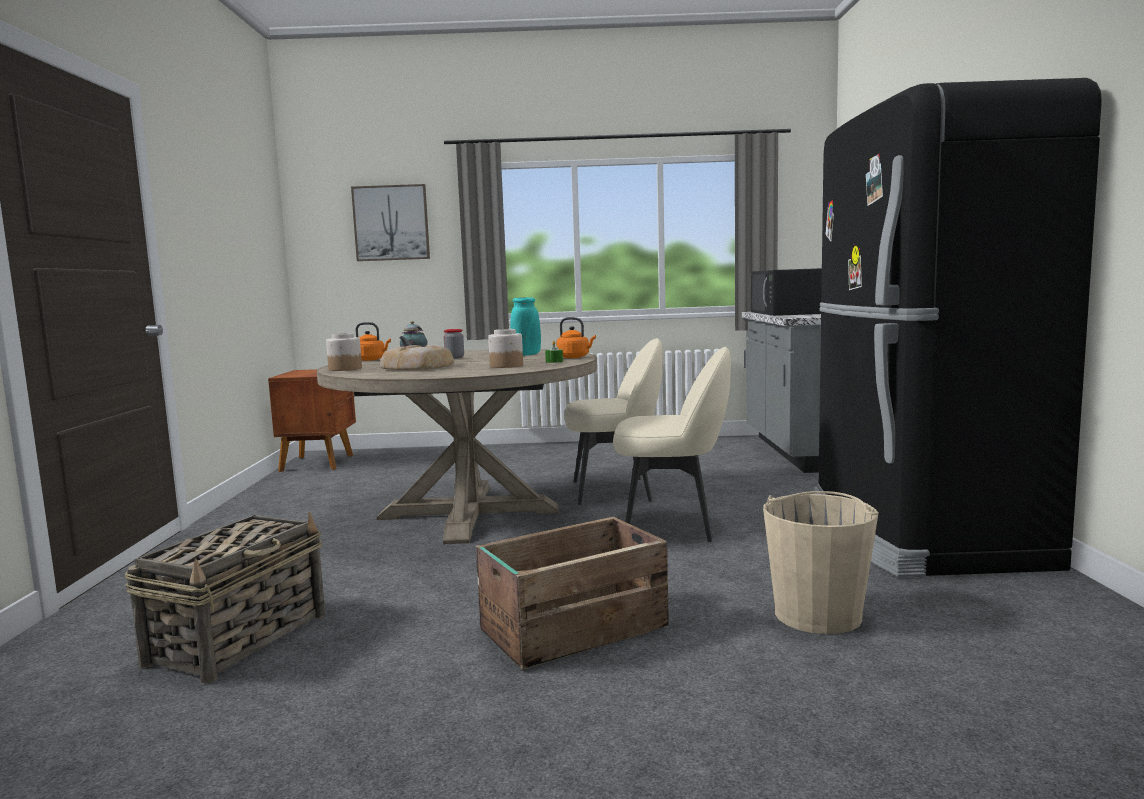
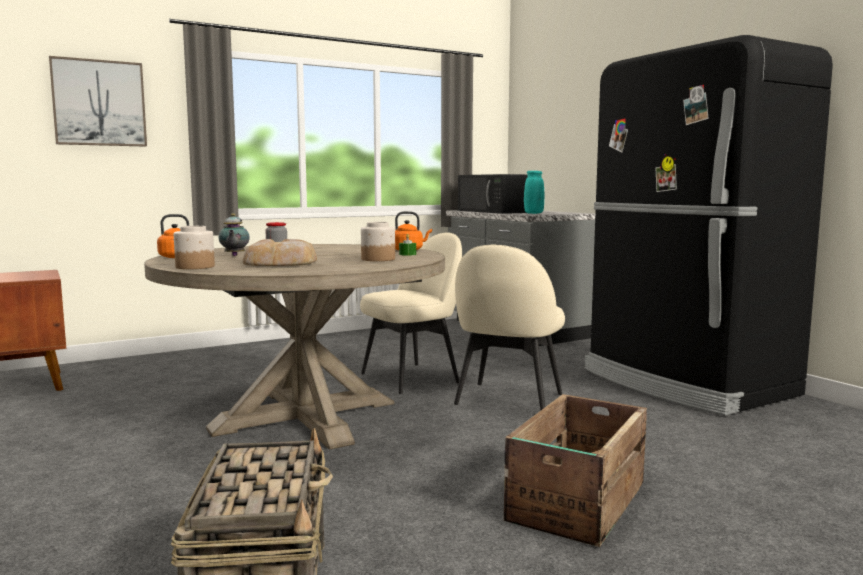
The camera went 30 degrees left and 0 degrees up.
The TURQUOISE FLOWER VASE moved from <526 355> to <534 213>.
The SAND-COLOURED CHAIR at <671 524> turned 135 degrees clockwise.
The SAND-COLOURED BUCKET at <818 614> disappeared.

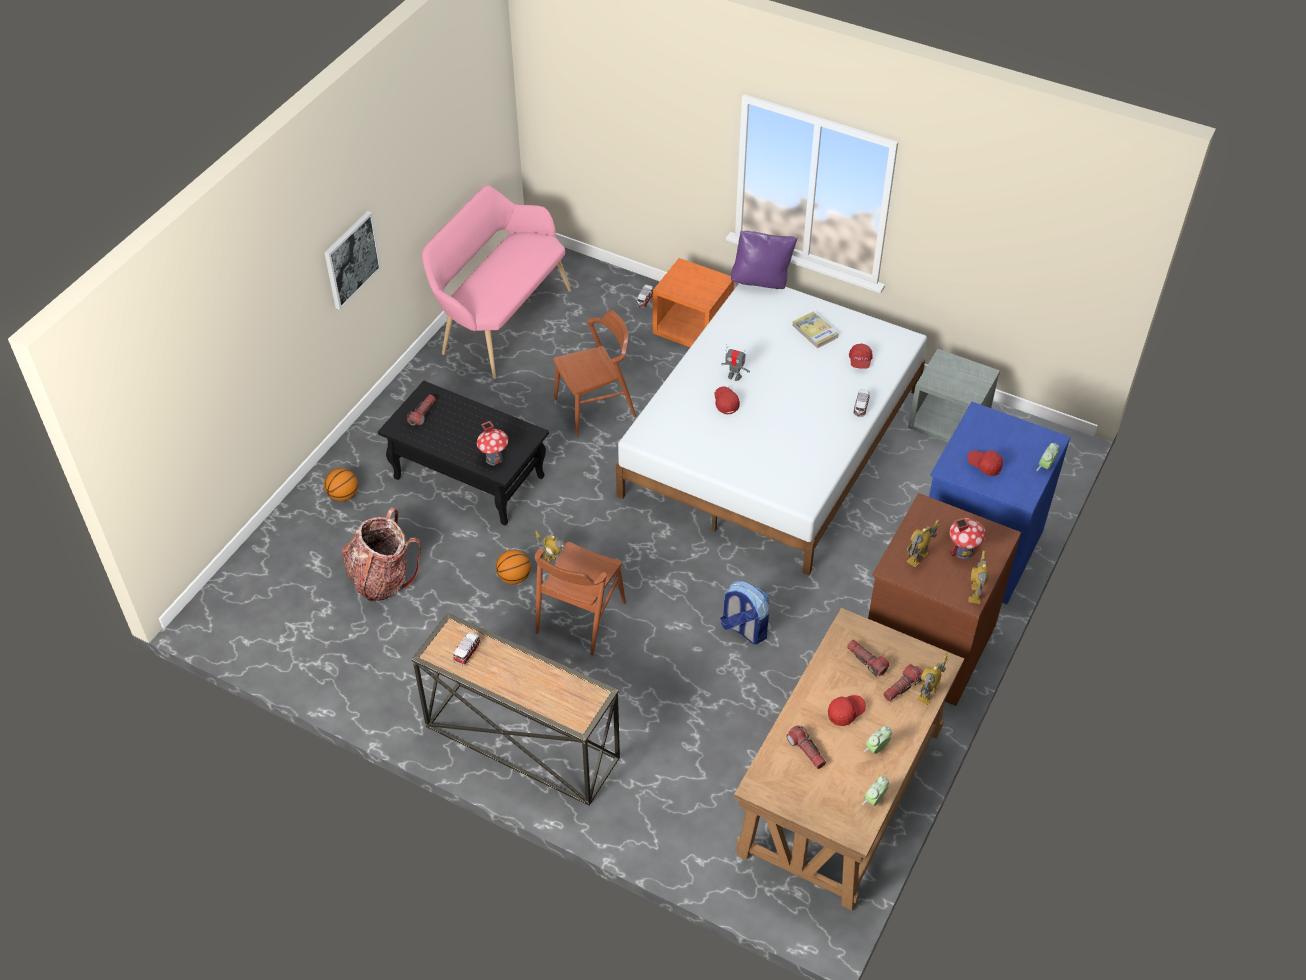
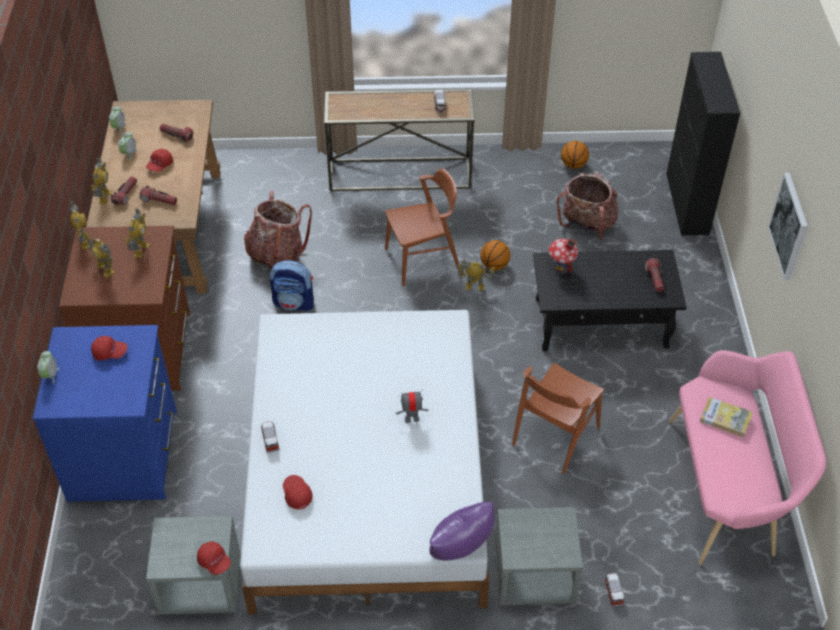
The camera went 150 degrees right and 0 degrees up.
The BASKETBALL moved from <343 495> to <573 165>.
The BROWN-COLOURED CHAIR at <580 617> turned 75 degrees clockwise.
The ORANGE NIGHTSTAND at <693 330> became the GRAY NIGHTSTAND at <533 577>.
The REDDISH PEAKED CAP moved from <726 403> to <214 561>.
The VOLUME moved from <815 331> to <725 418>.
The MINIATURE HOUSE at <963 551> was replaced by the ROBOT FIGURE at <105 270>.
The KNAPSACK at <277 255> appeared.
The BLACKISH CUPBOARD at <687 204> appeared.

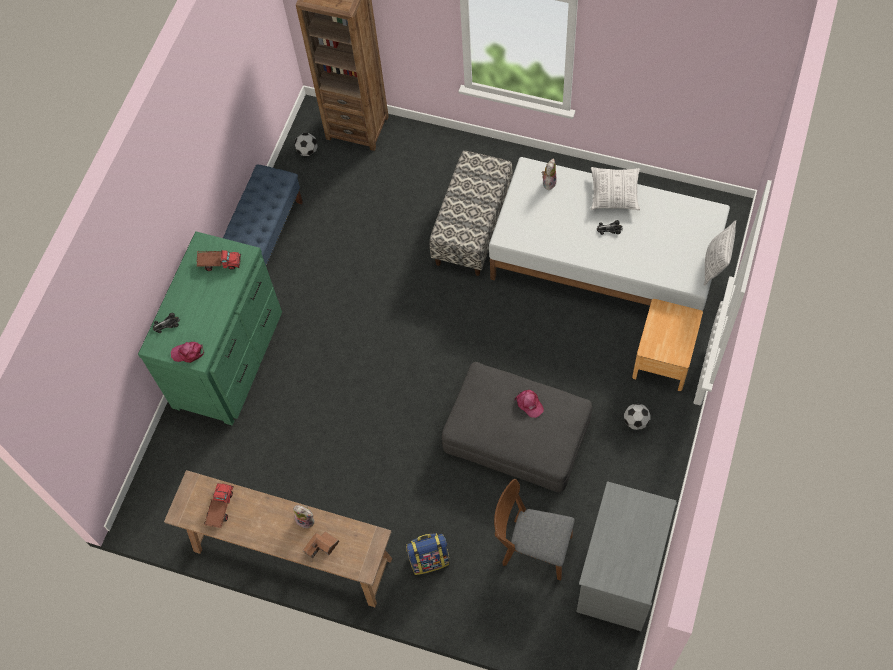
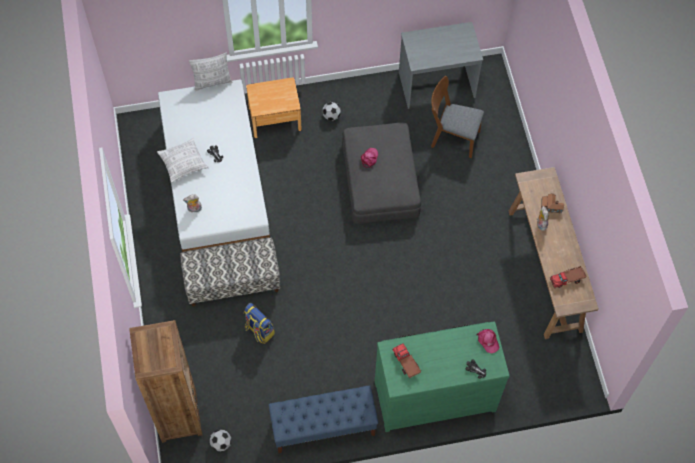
The camera went 125 degrees left and 0 degrees up.
The KNAPSACK moved from <429 559> to <259 330>.
The BROWN-COLOURED CHAIR at <531 548> turned 120 degrees clockwise.

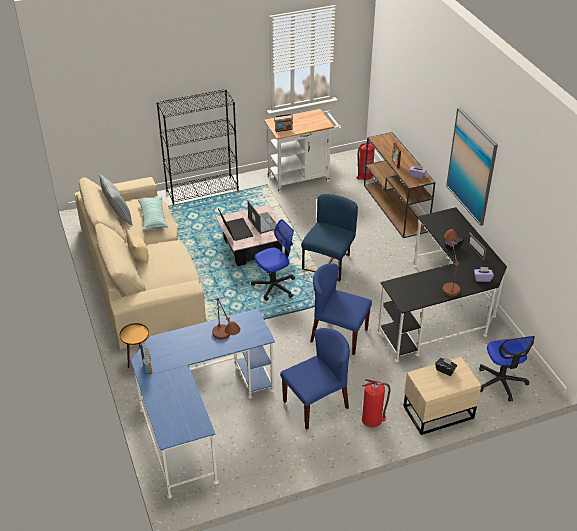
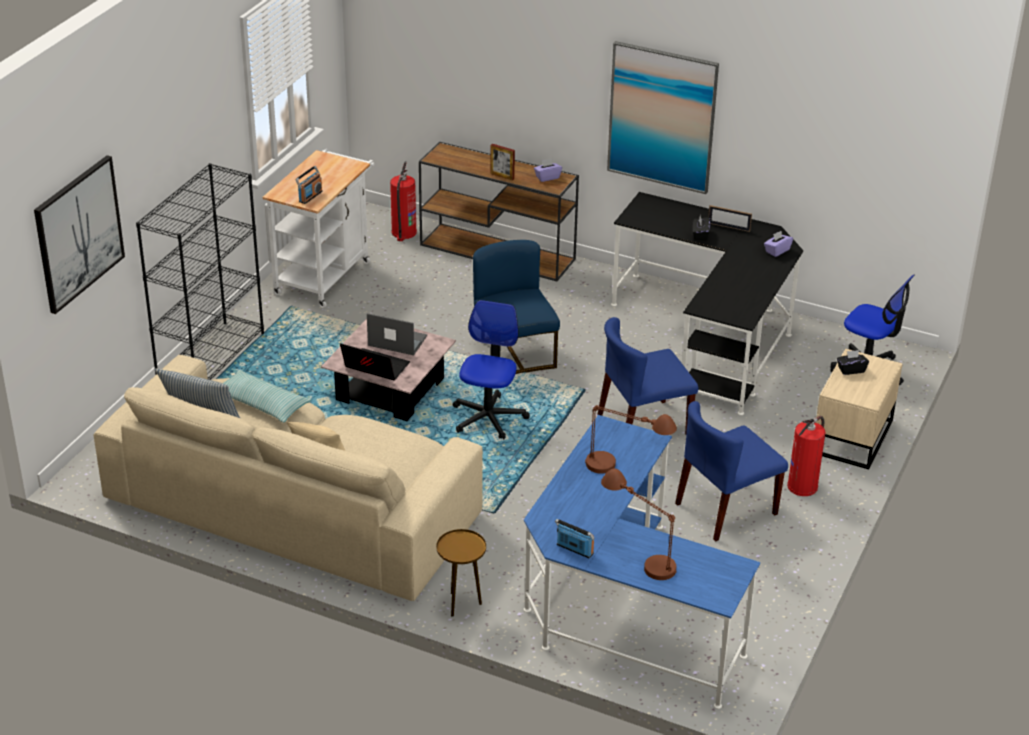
The camera went 45 degrees left and 5 degrees down.
The BLUISH CHAIR at <316 404> turned 135 degrees counterclockwise.
The BROWN-COLOURED TABLE LAMP moved from <449 280> to <638 555>.
The PICTURE at <78 233> appeared.

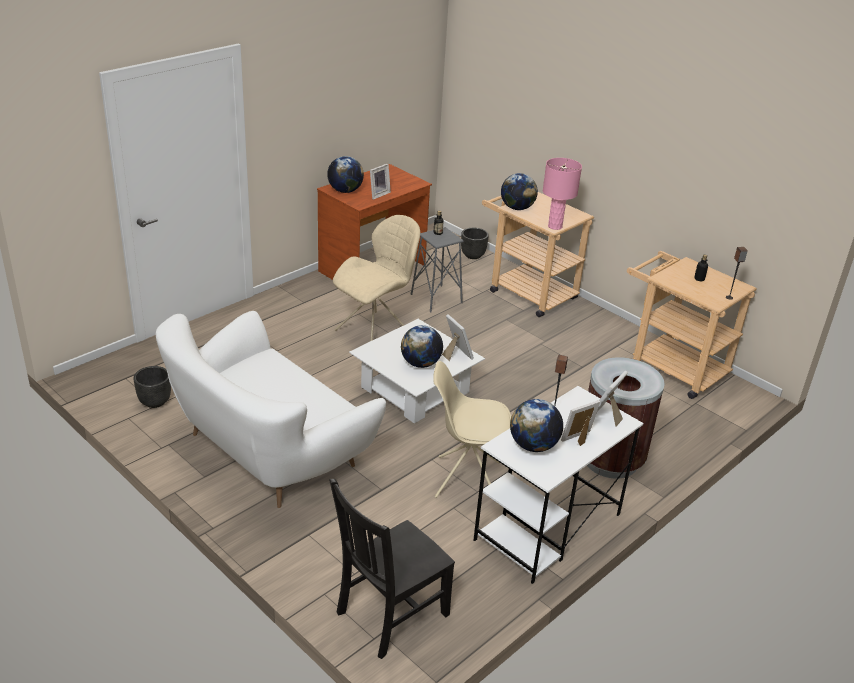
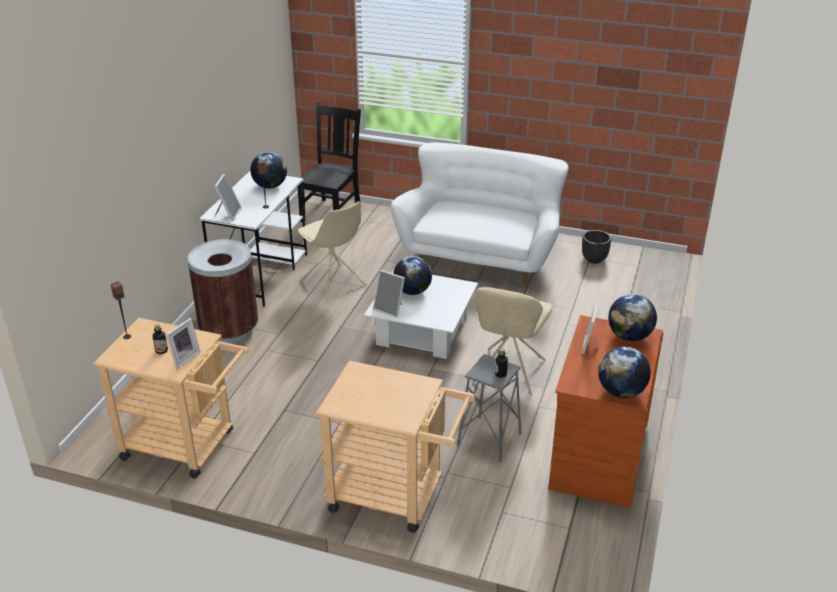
The camera went 155 degrees right and 0 degrees up.
The SAND-COLOURED CHAIR at <466 479> turned 75 degrees clockwise.
The BLACKISH FLOWER POT at <473 255> disappeared.
The WORLD GLOBE moved from <517 208> to <621 392>.
The PINKISH TABLE LAMP at <555 226> disappeared.
The PICTURE FRAME moved from <579 439> to <184 358>.

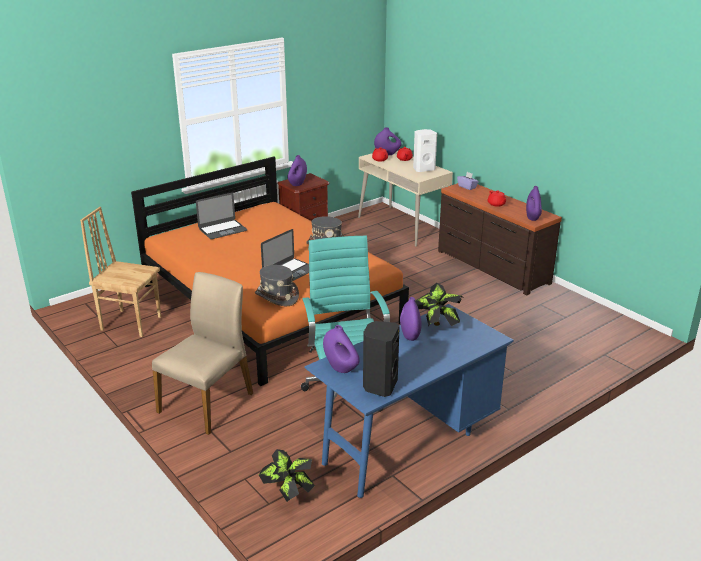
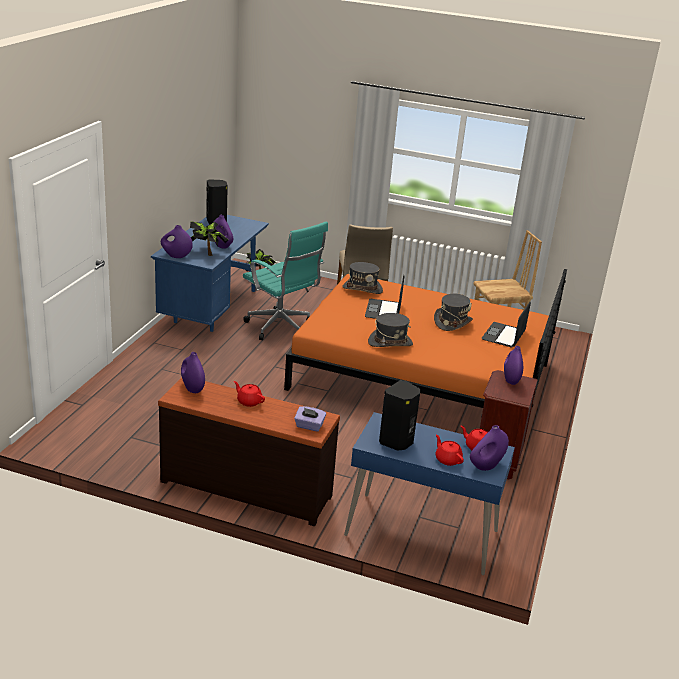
The camera went 145 degrees right and 0 degrees up.
The PURPLE FLOWER VASE moved from <341 368> to <176 256>.
The SAND-COLOURED DESK UNIT at <402 226> became the BLUISH DESK UNIT at <421 533>.
The WHITE-COLOURED LOUDSPEAKER at <423 169> became the BLACKISH LOUDSPEAKER at <397 442>.
The GRAY WEARABLE HAT at <452 322> appeared.

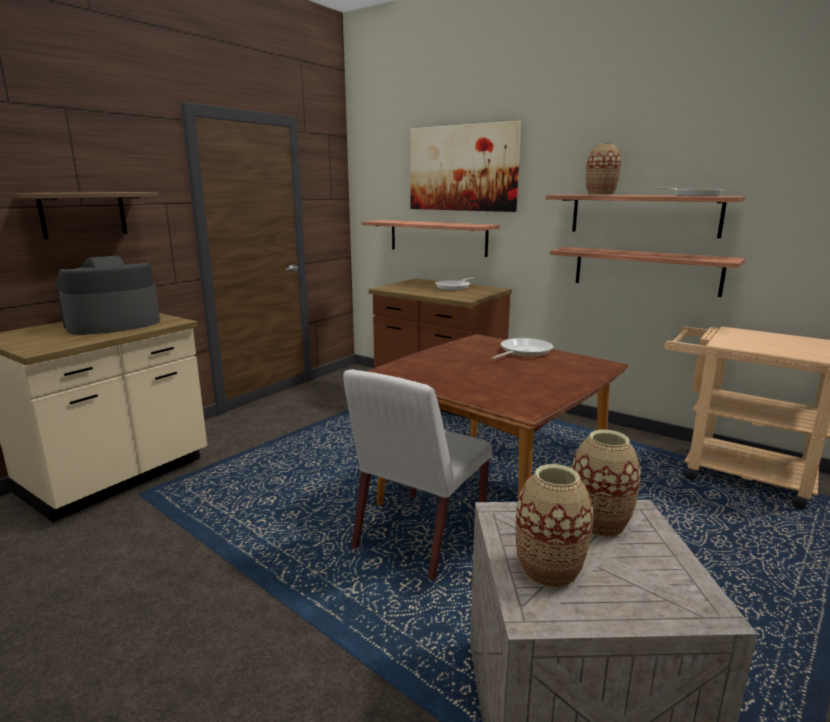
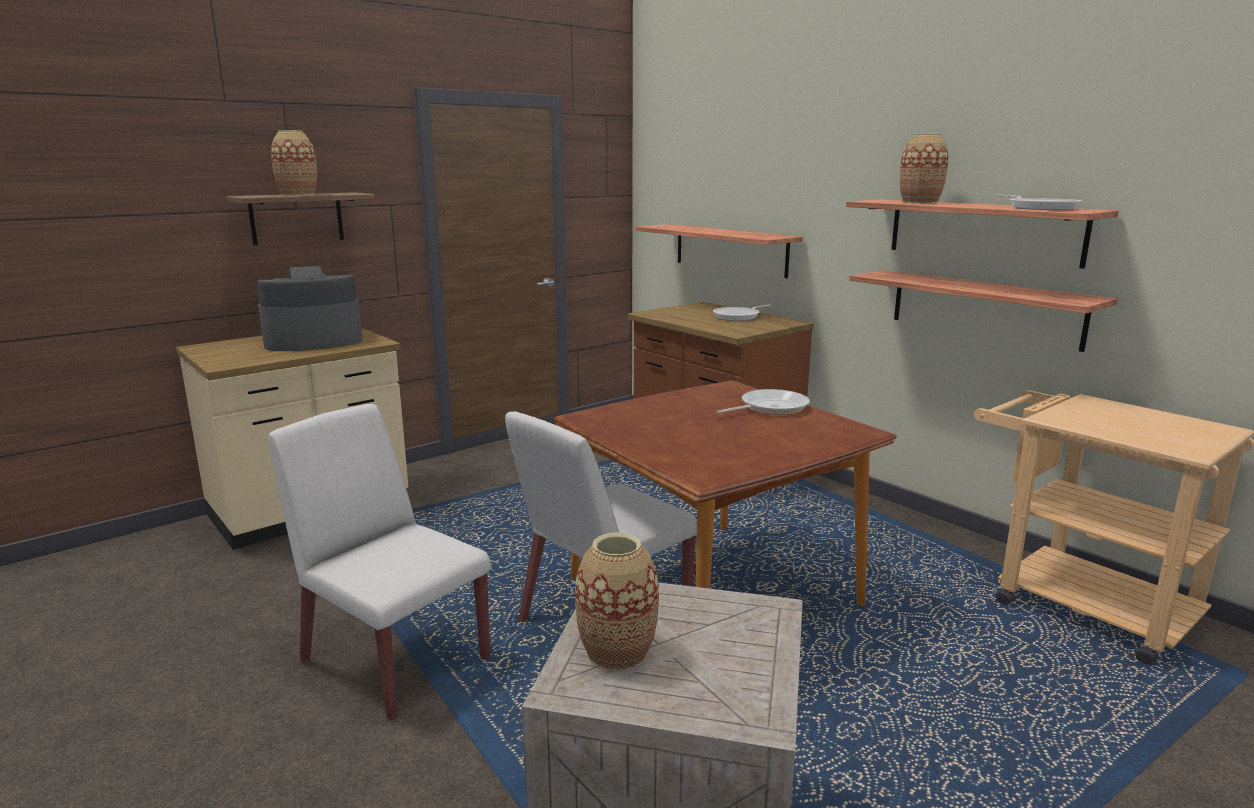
The camera went 15 degrees right and 0 degrees up.
The PICTURE at <462 168> disappeared.
The FLOWER VASE moved from <599 523> to <298 194>.
The WHITE-COLOURED CHAIR at <393 659> appeared.

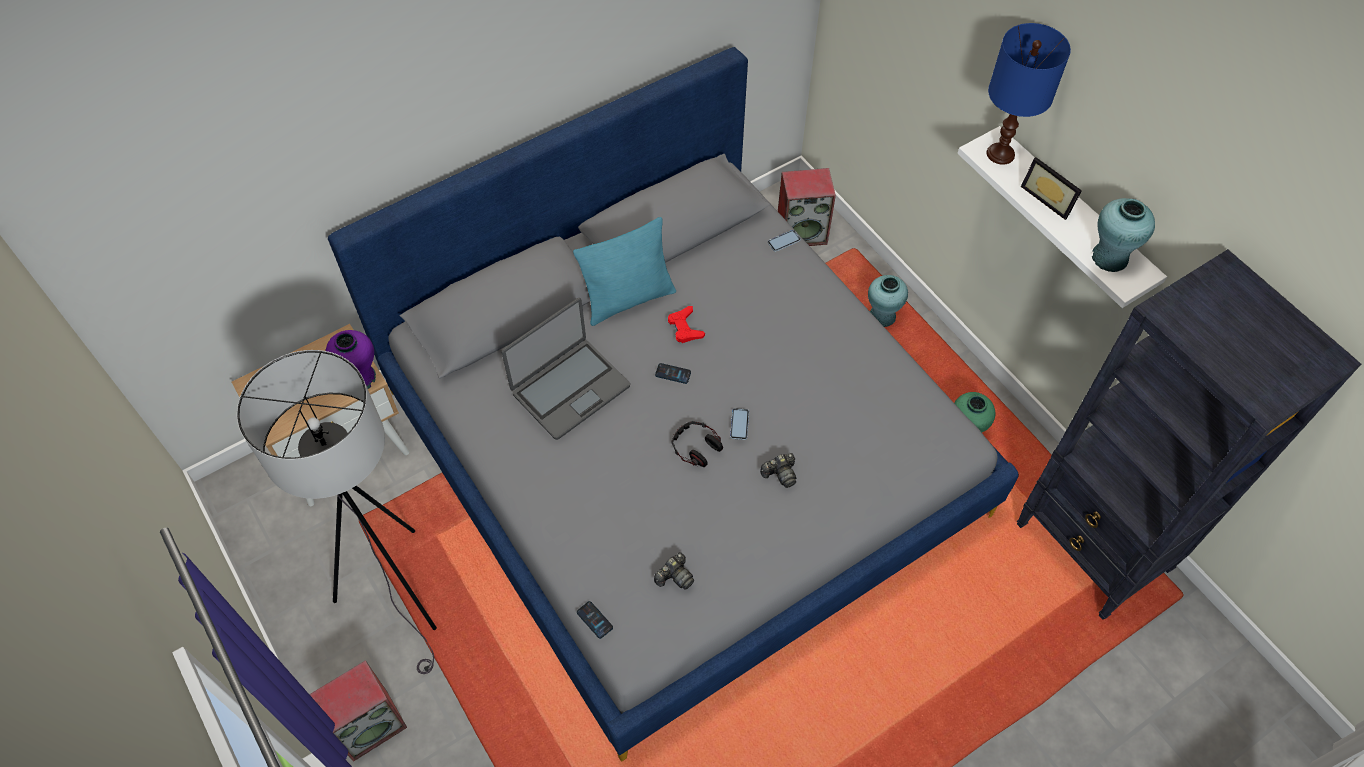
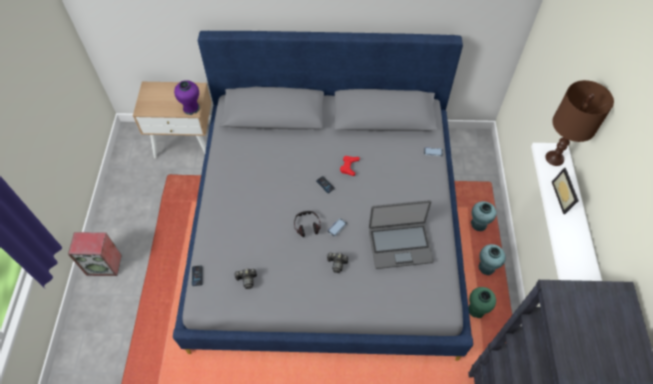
The camera went 35 degrees right and 0 degrees up.
The GRAY FLOOR LAMP at <401 592> disappeared.
The PORTABLE COMPUTER moved from <570 389> to <400 245>.
The TURQUOISE THROW PILLOW at <628 299> disappeared.
The LOUDSPEAKER at <802 232> disappeared.
The BLUISH TABLE LAMP at <1000 153> became the BROWN-COLOURED TABLE LAMP at <555 158>.
The TURQUOISE FLOWER VASE moved from <1109 258> to <486 267>.

